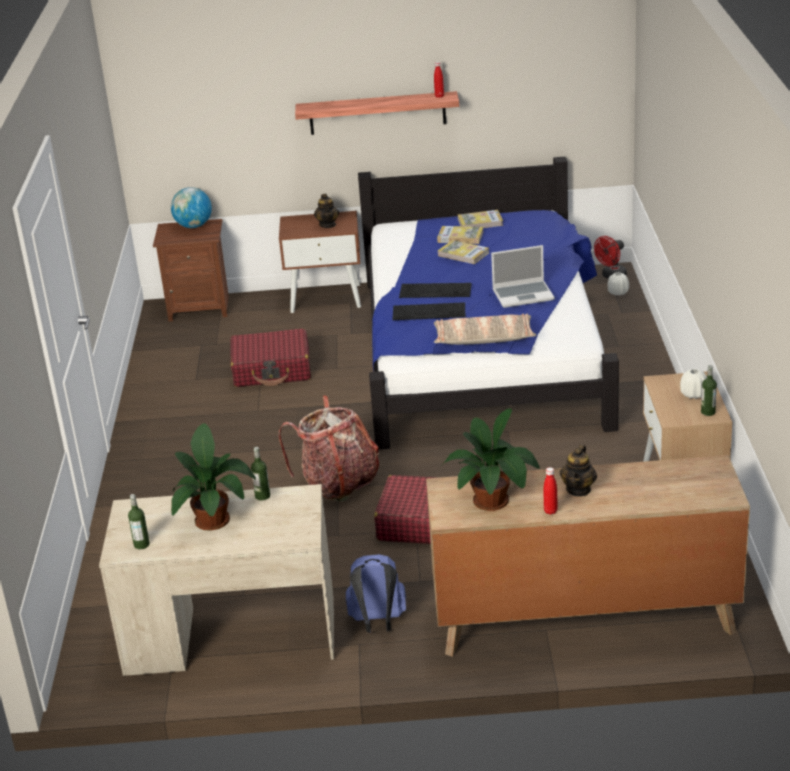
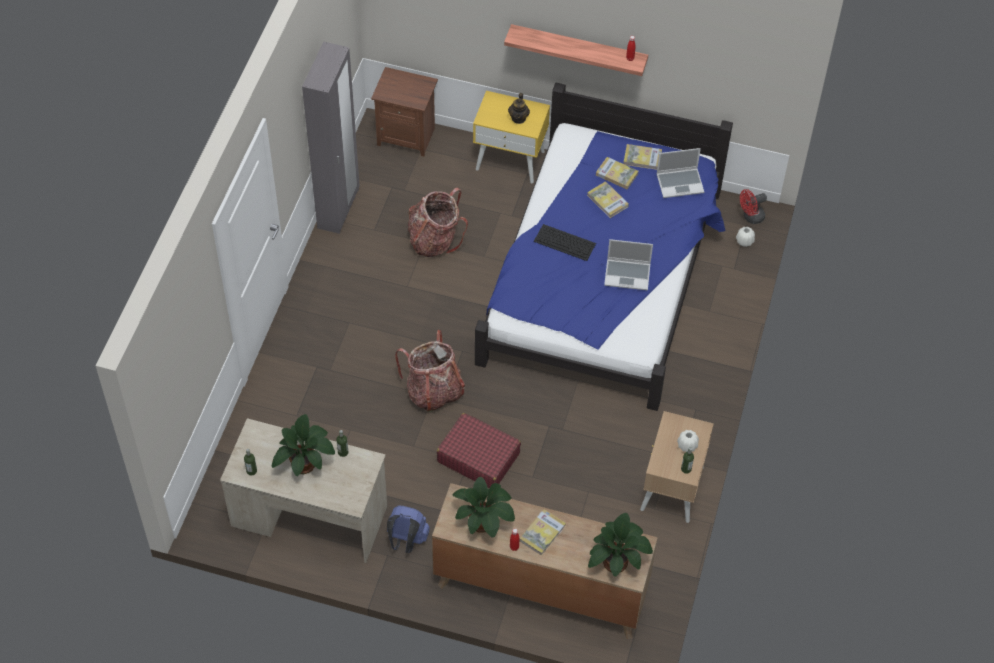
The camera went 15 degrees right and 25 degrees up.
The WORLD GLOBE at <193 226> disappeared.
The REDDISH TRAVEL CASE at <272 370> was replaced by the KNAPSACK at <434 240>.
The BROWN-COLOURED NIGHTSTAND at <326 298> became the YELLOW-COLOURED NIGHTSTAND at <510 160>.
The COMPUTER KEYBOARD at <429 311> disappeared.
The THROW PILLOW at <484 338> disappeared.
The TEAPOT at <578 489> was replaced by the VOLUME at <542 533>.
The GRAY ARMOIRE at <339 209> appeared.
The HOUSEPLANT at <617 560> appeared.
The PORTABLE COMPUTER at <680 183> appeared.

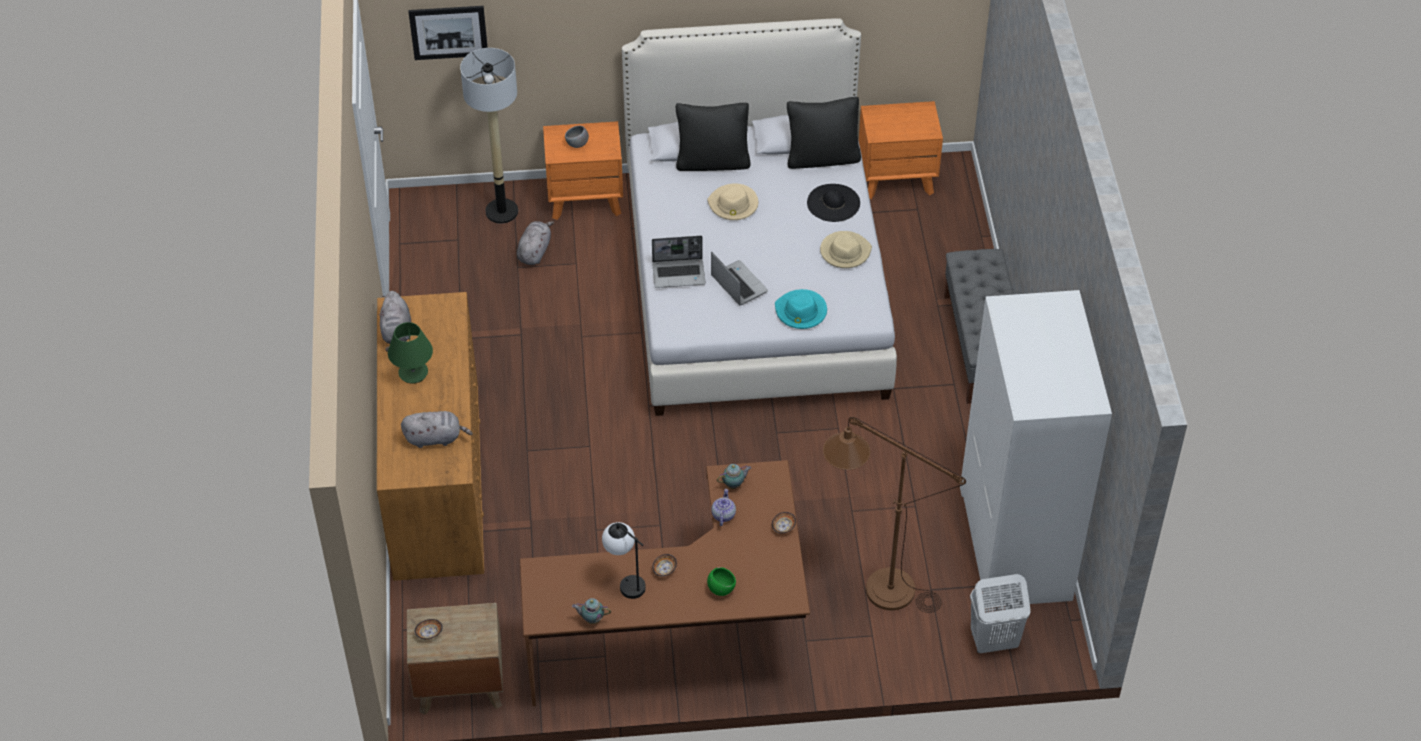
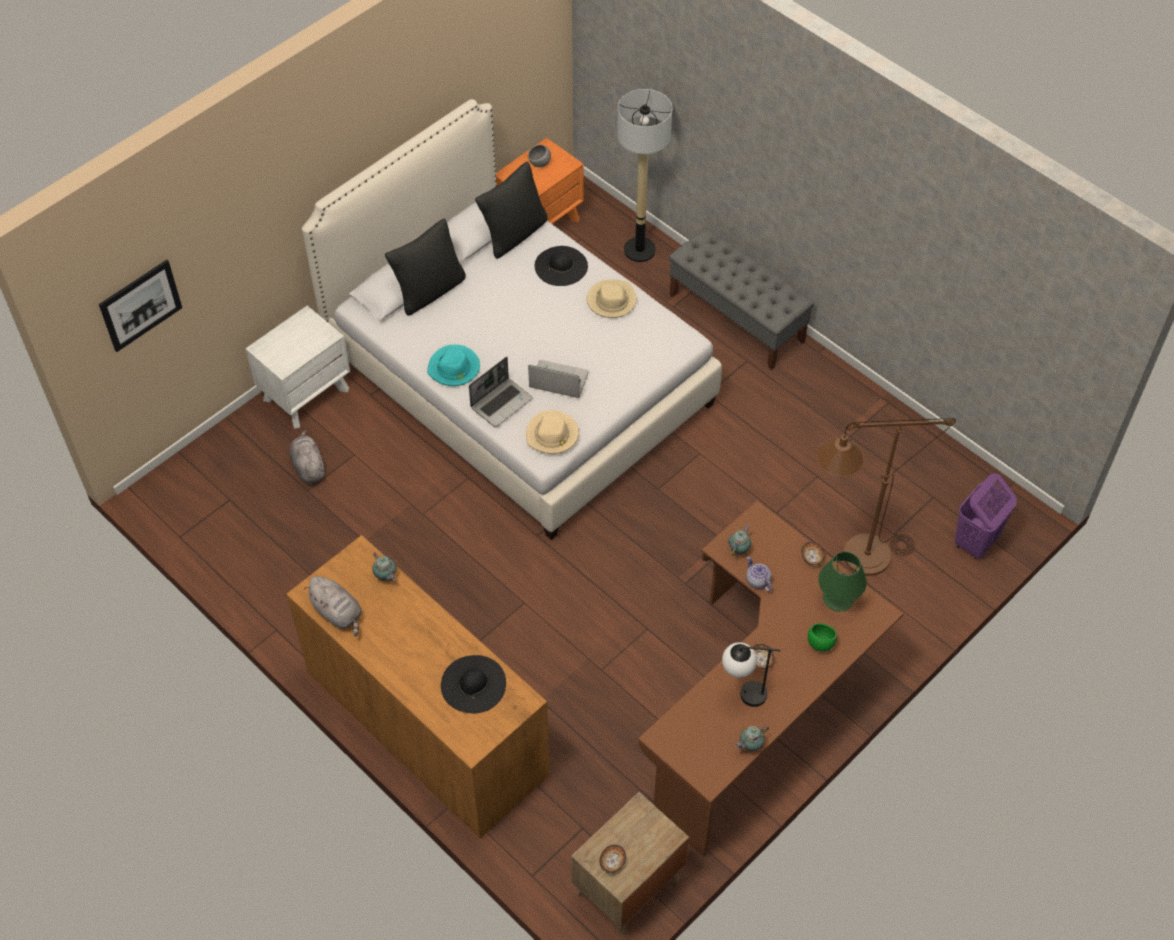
The camera went 40 degrees left and 5 degrees up.
The GREEN TABLE LAMP moved from <413 372> to <838 598>.
The GRAY SOFT TOY at <435 438> was replaced by the BLACKISH WEARABLE HAT at <473 684>.
The FLOOR LAMP moved from <502 211> to <639 250>.
The ORANGE NIGHTSTAND at <585 198> became the WHITE-COLOURED NIGHTSTAND at <306 394>.
The GRAY SERVING BOWL moved from <577 144> to <540 164>.
The SAND-COLOURED WEARABLE HAT moved from <733 204> to <552 435>.
The TURQUOISE WEARABLE HAT moved from <801 312> to <454 368>.
The WHITE-COLOURED ARMOIRE at <1016 544> disappeared.
The WHITE-COLOURED LAUNDRY BASKET at <993 641> became the PURPLE LAUNDRY BASKET at <975 542>.
The TEAPOT at <386 577> appeared.

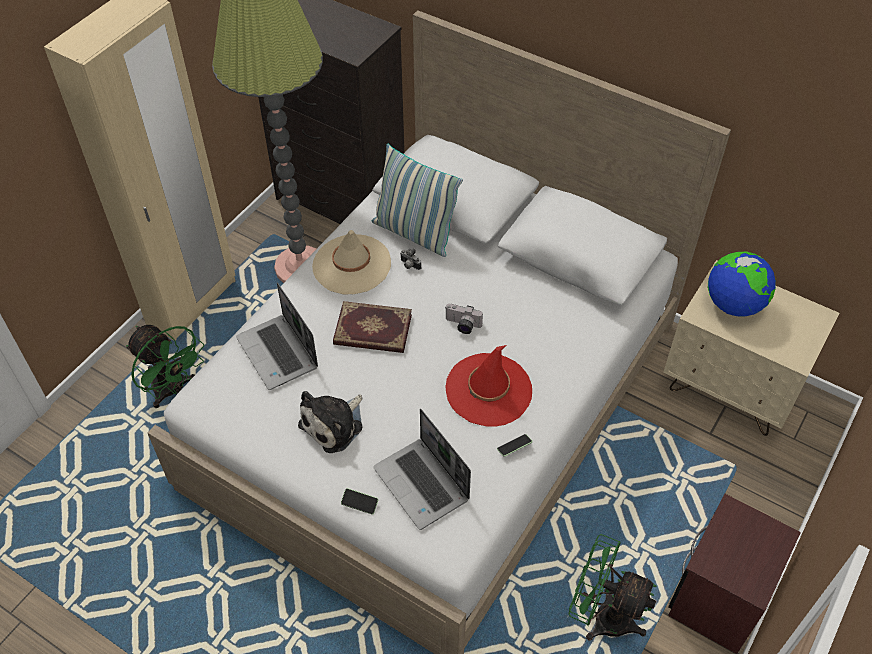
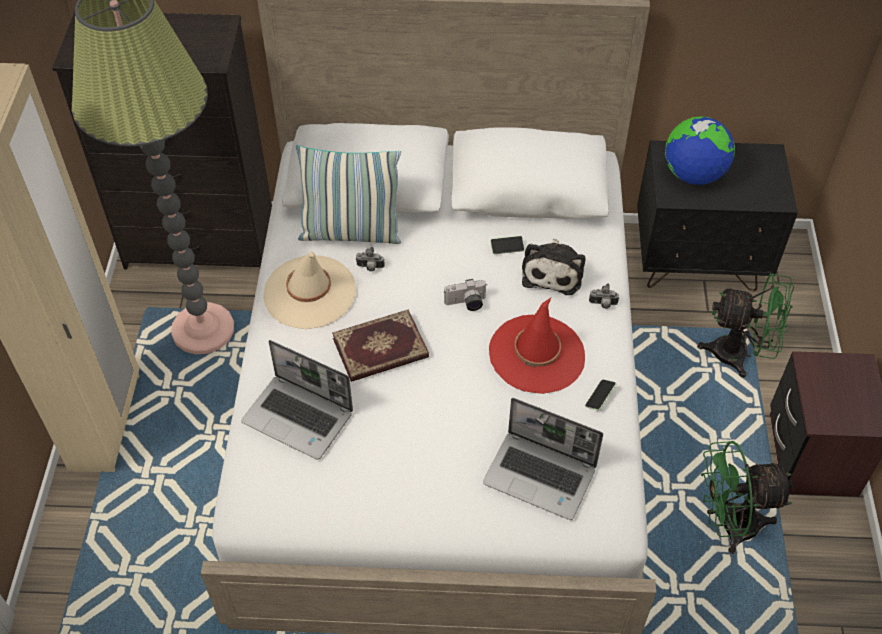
The camera went 30 degrees left and 0 degrees up.
The GREEN FAN moved from <173 390> to <740 355>.
The SOFT TOY moved from <334 424> to <553 272>.
The HANDSET moved from <359 503> to <507 248>.
The SAND-COLOURED NIGHTSTAND at <730 389> became the BLACKISH NIGHTSTAND at <698 263>.
The STILL CAMERA at <603 304> appeared.

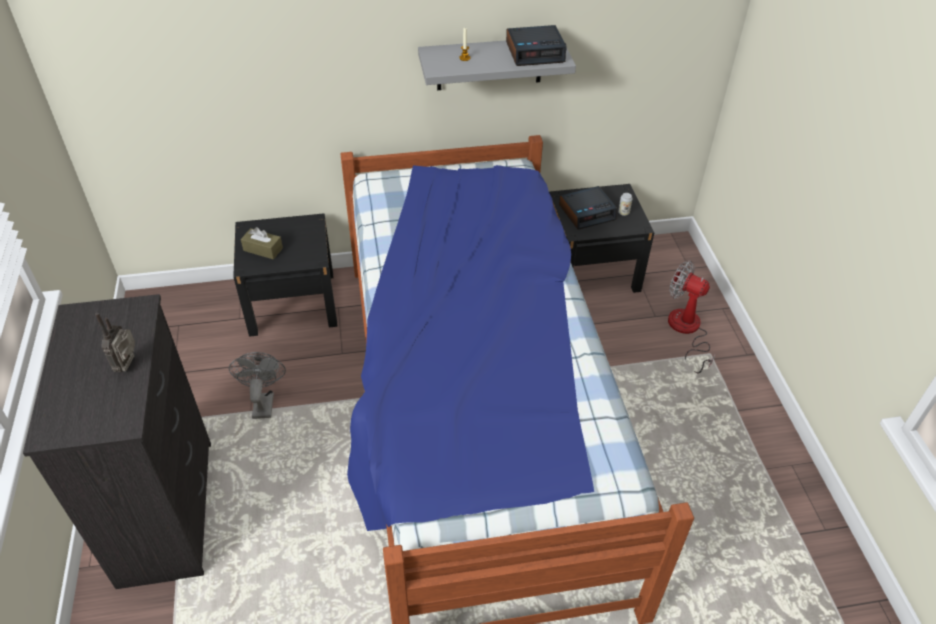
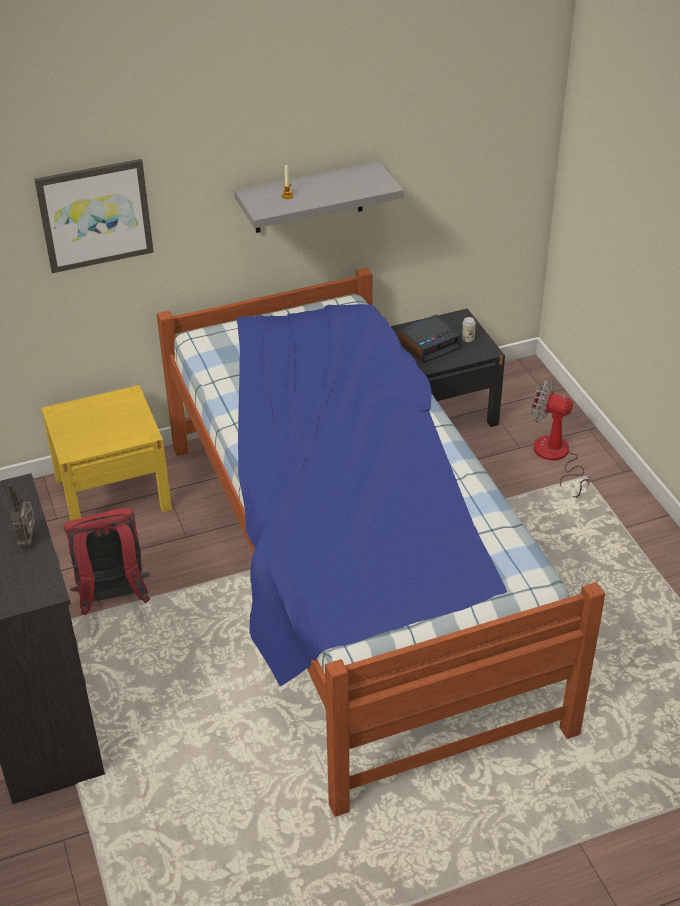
The camera went 10 degrees left and 5 degrees down.
The GRAY FAN at <263 402> was replaced by the REDDISH KNAPSACK at <113 599>.
The BLACKISH NIGHTSTAND at <292 303> became the YELLOW-COLOURED NIGHTSTAND at <113 493>.
The BROWN-COLOURED TISSUE BOX at <263 249> disappeared.
The ALARM CLOCK at <535 52> disappeared.
The PICTURE at <95 215> appeared.

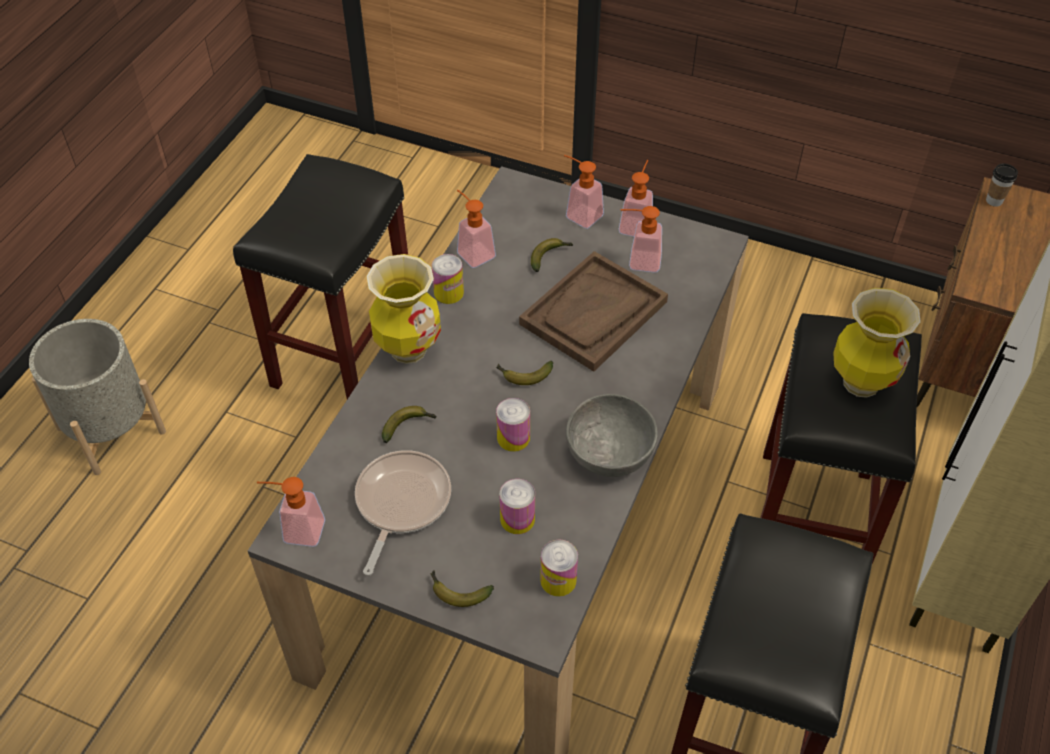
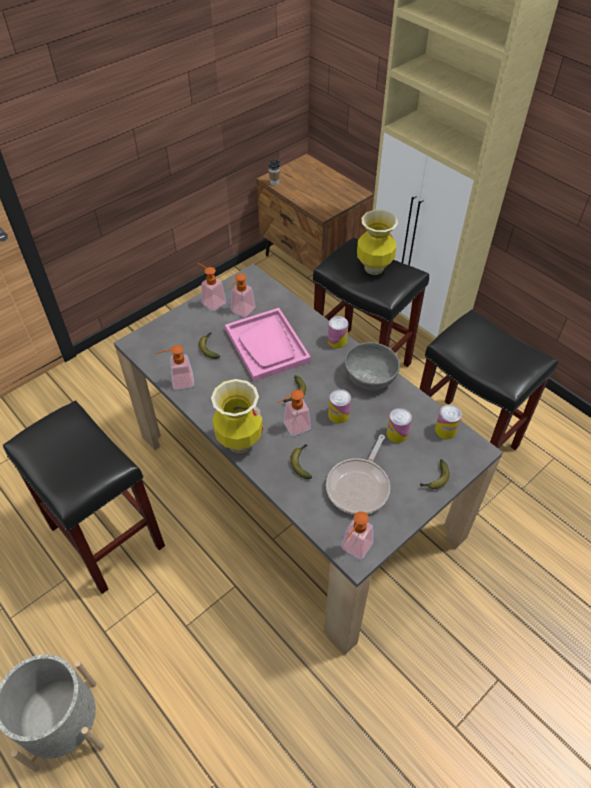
The camera went 65 degrees left and 0 degrees up.
The PAN at <400 503> turned 105 degrees counterclockwise.
The METAL CAN moved from <448 293> to <337 341>.
The BROWN-COLOURED CARRYING TRAY at <593 313> became the PINKISH CARRYING TRAY at <267 345>.
The SOAP BOTTLE moved from <579 214> to <292 427>.

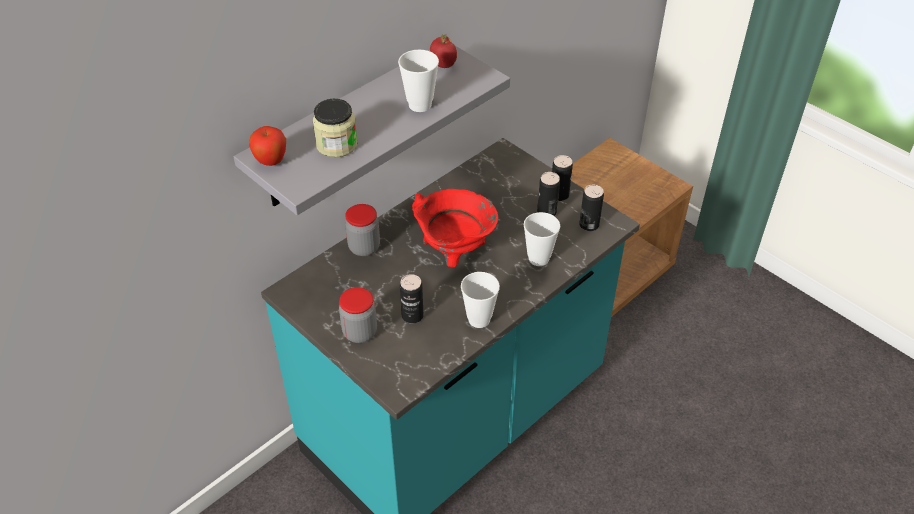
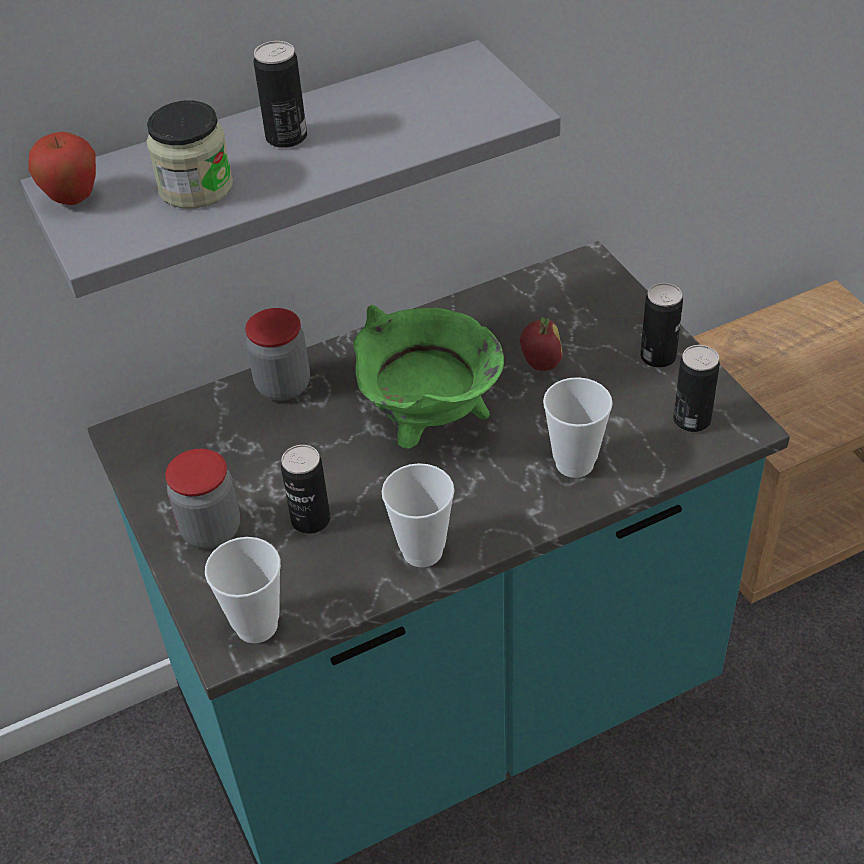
The camera went 20 degrees right and 0 degrees up.
The CUP moved from <420 105> to <256 625>.
The REDDISH COOKING POT at <454 253> became the GREEN COOKING POT at <429 425>.
The APPLE FRUIT moved from <443 65> to <541 364>.
The METAL CAN moved from <546 212> to <286 137>.

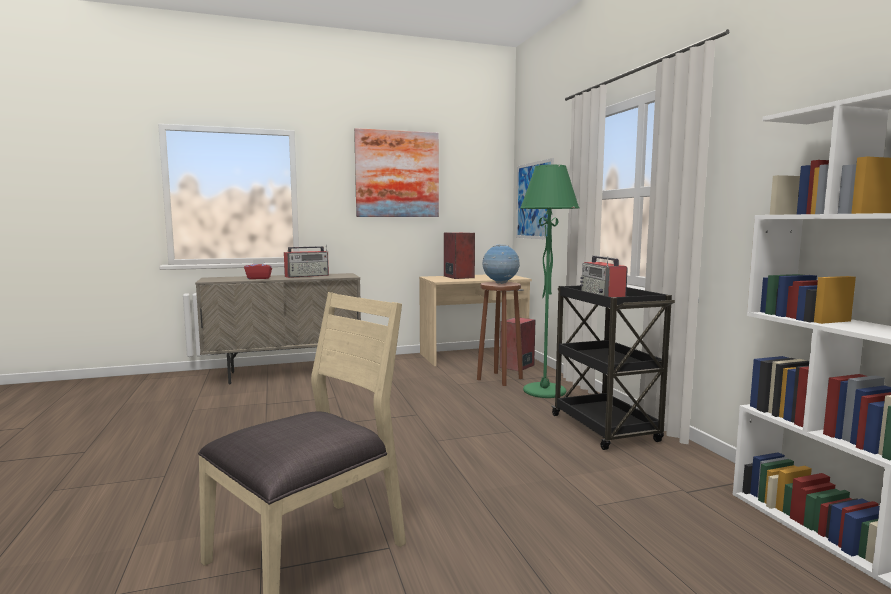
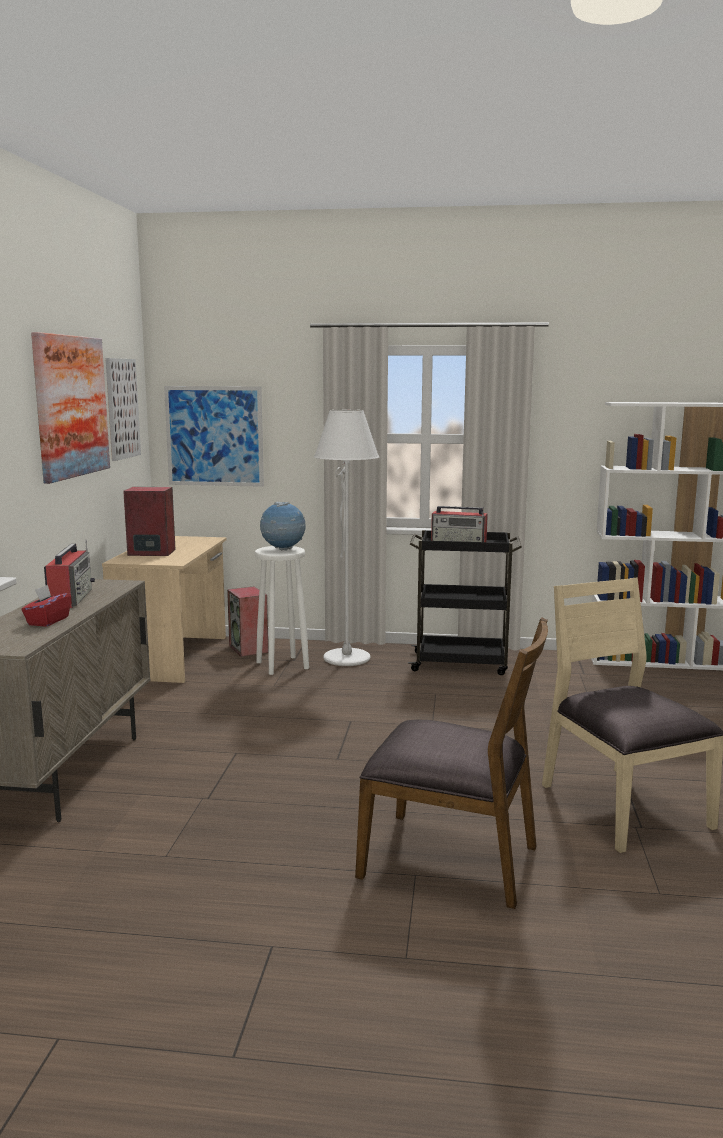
The camera went 65 degrees left and 5 degrees up.
The BROWN-COLOURED STOOL SEAT at <499 379> became the WHITE-COLOURED STOOL SEAT at <282 665>.
The GREEN FLOOR LAMP at <544 391> became the WHITE-COLOURED FLOOR LAMP at <346 659>.
The PICTURE at <122 408> appeared.
The BROWN-COLOURED CHAIR at <451 859> appeared.

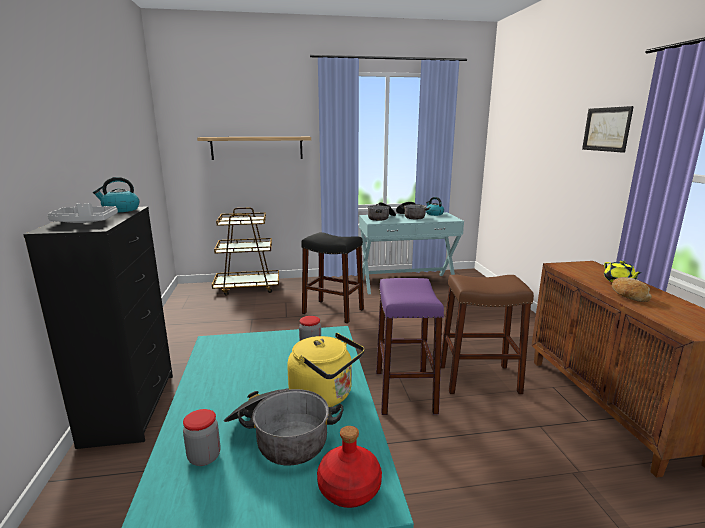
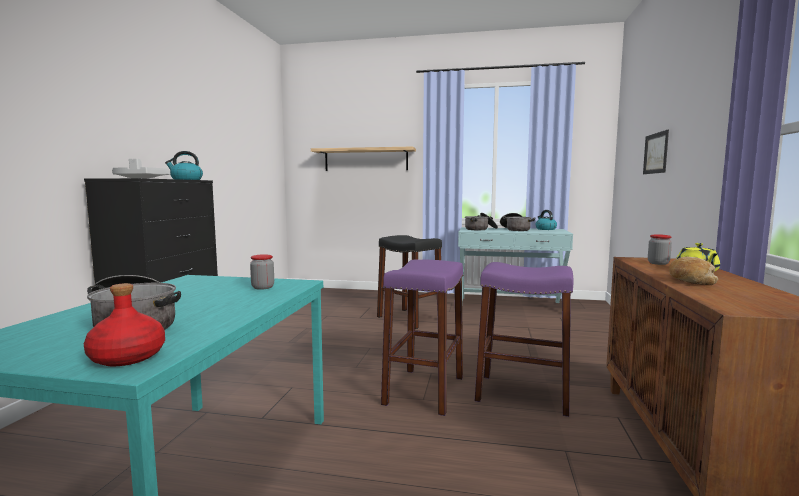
The camera went 20 degrees right and 10 degrees down.
The PRESERVE JAR moved from <204 457> to <658 263>.
The BROWN-COLOURED CART at <248 287> disappeared.
The YELLOW-COLOURED KETTLE at <325 396> disappeared.
The BROWN-COLOURED STOOL SEAT at <478 379> became the PURPLE STOOL SEAT at <522 394>.
The PICTURE moved from <606 129> to <655 153>.

